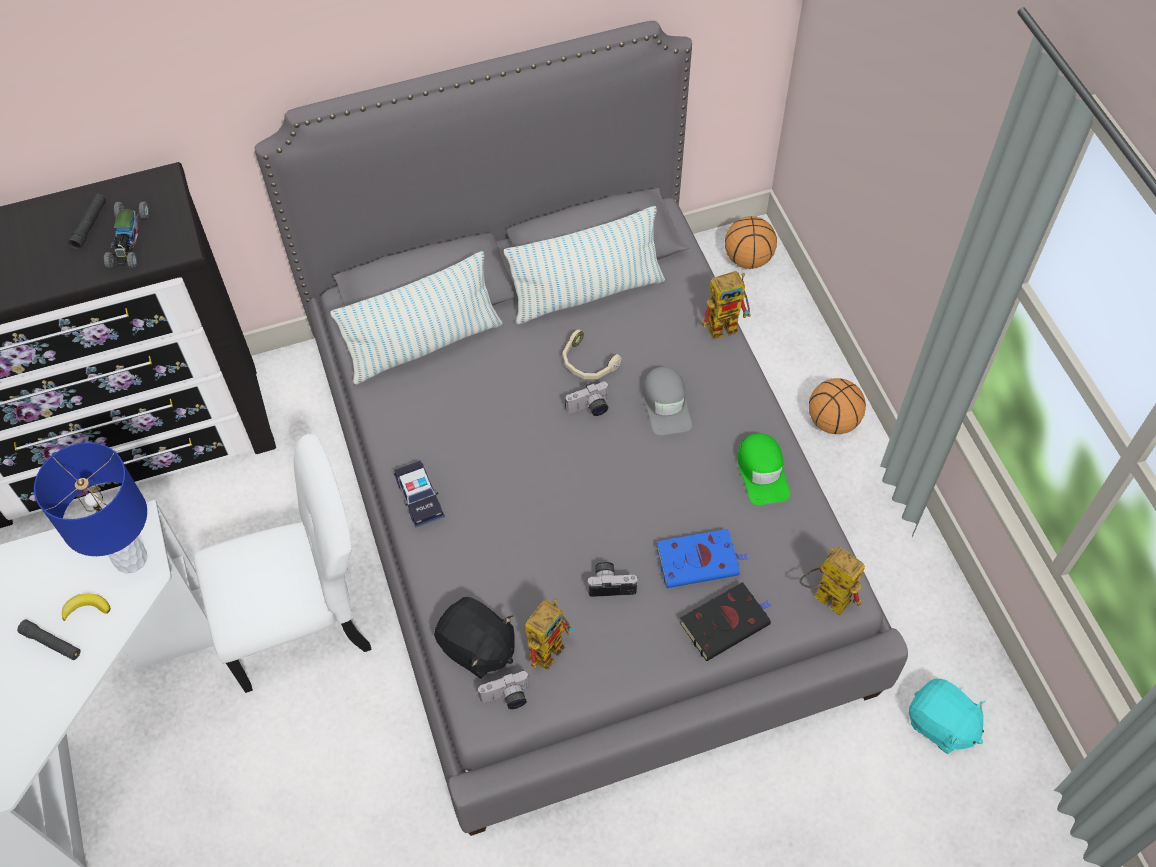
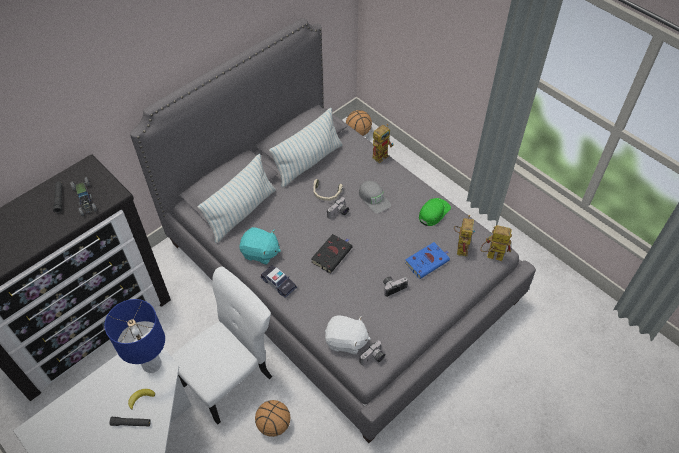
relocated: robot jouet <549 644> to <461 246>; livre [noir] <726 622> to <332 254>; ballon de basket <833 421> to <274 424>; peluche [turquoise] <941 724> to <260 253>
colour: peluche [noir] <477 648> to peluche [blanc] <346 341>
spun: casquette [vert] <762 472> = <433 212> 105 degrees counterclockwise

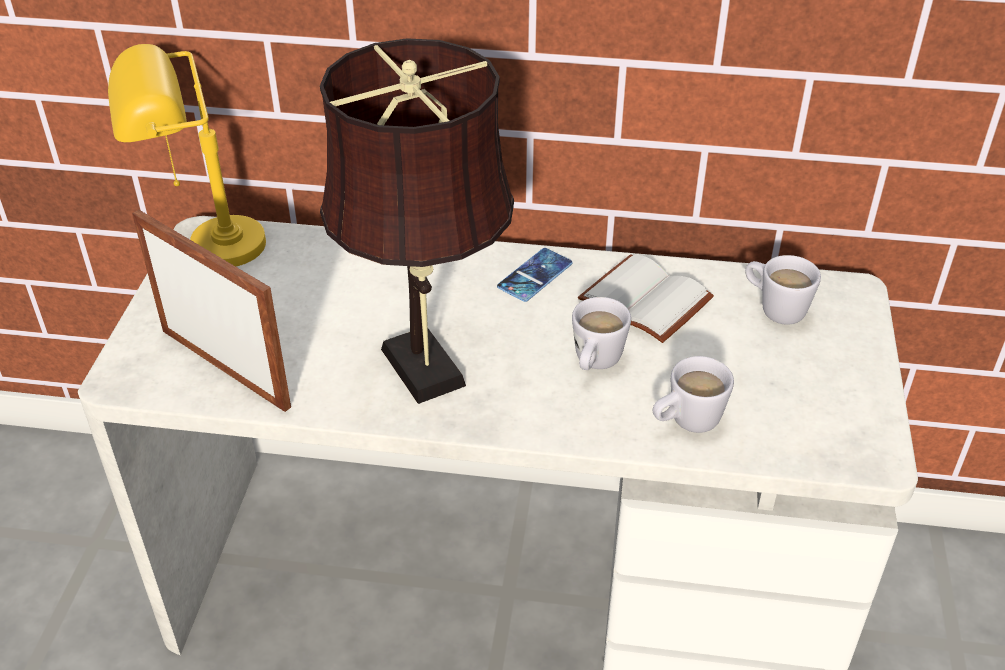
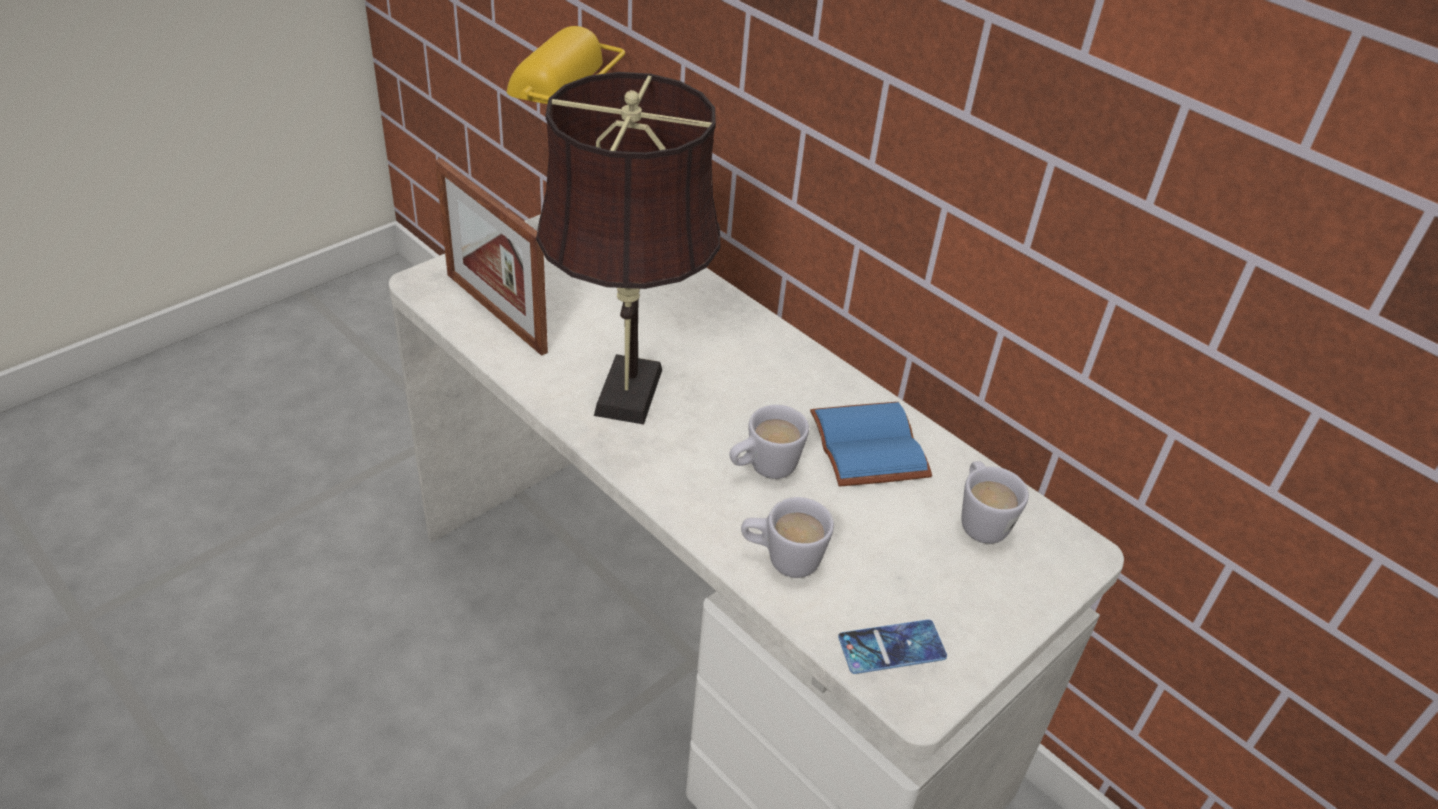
relocated: téléphone <535 275> to <891 647>
colour: livre [blanc] <648 299> to livre [bleu] <872 447>
spun: cadre photo <224 368> = <495 312> 150 degrees clockwise

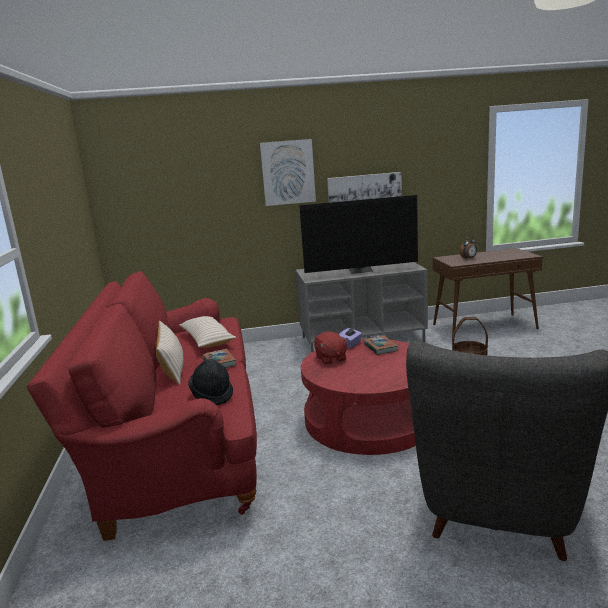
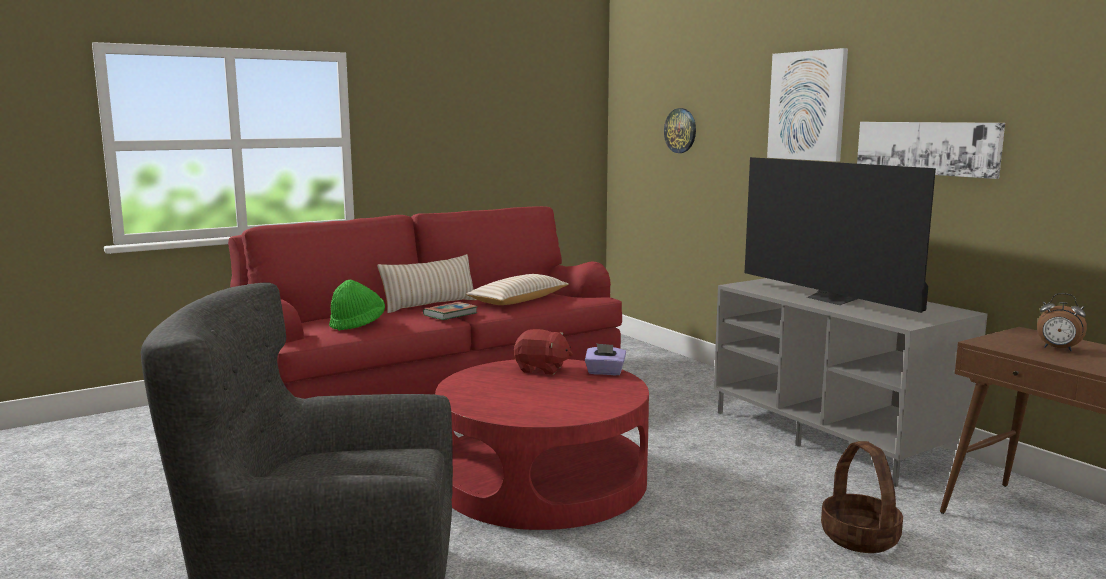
missing: livre <380 347>
appeared: horloge murale <680 130>
colour: chapeau [noir] <212 395> to chapeau [vert] <357 324>
spun: peluche [rouge] <330 359> = <542 369> 120 degrees counterclockwise

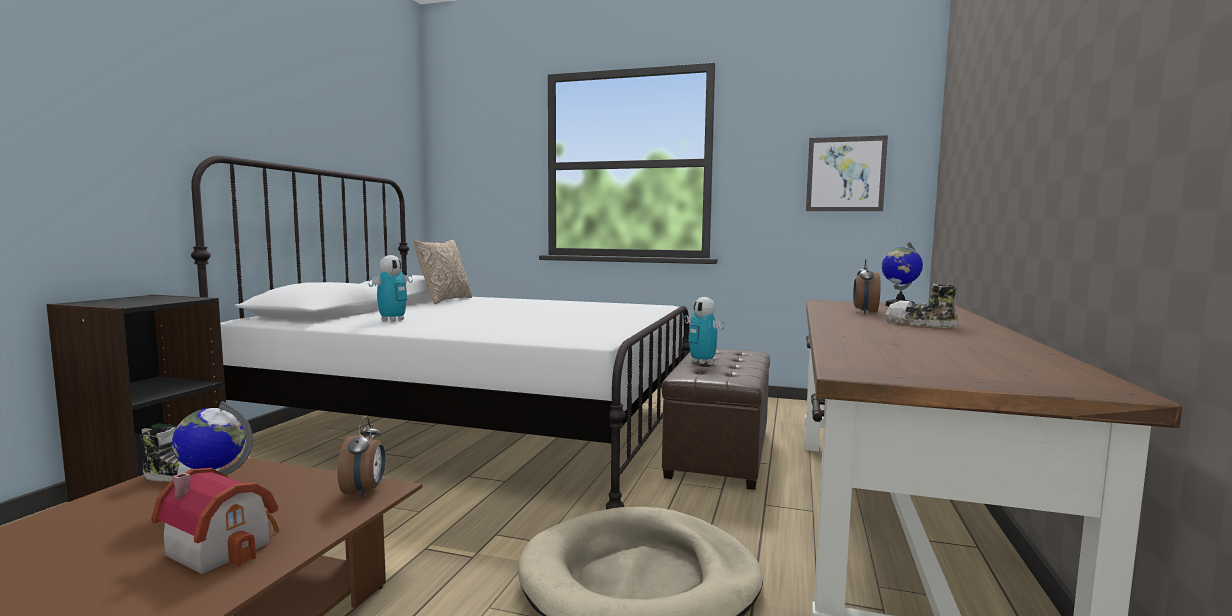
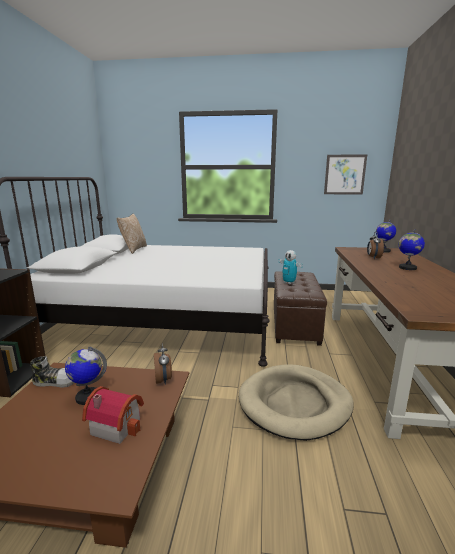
missing: robot jouet <392 320>
exchanged: chaussure <920 324> to globe <407 268>

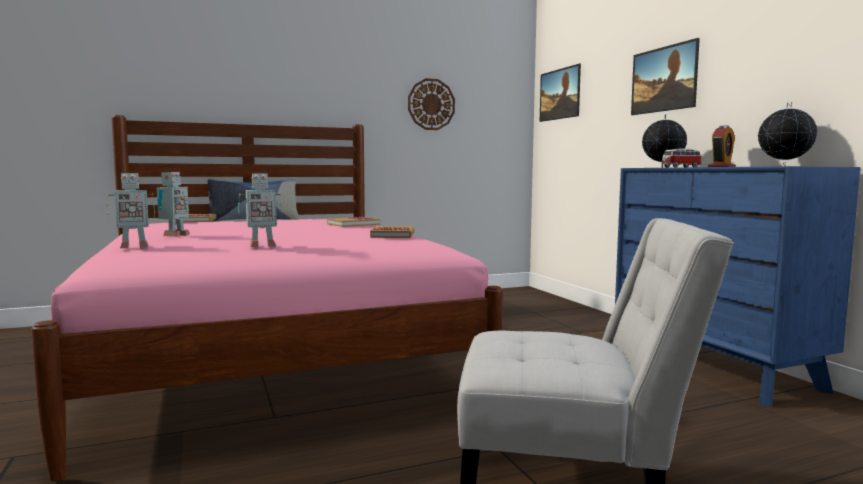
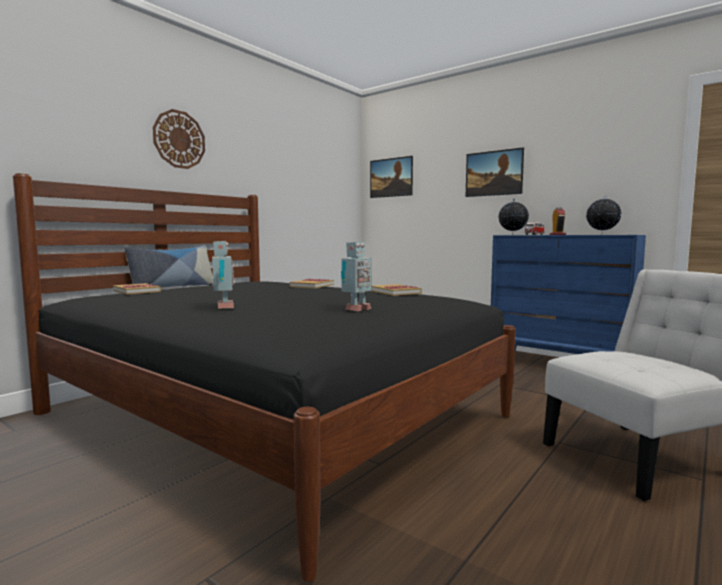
missing: robot jouet <133 247>
relocated: horloge murale <431 104> to <179 139>
colour: lit [rose] <270 355> to lit [noir] <270 415>

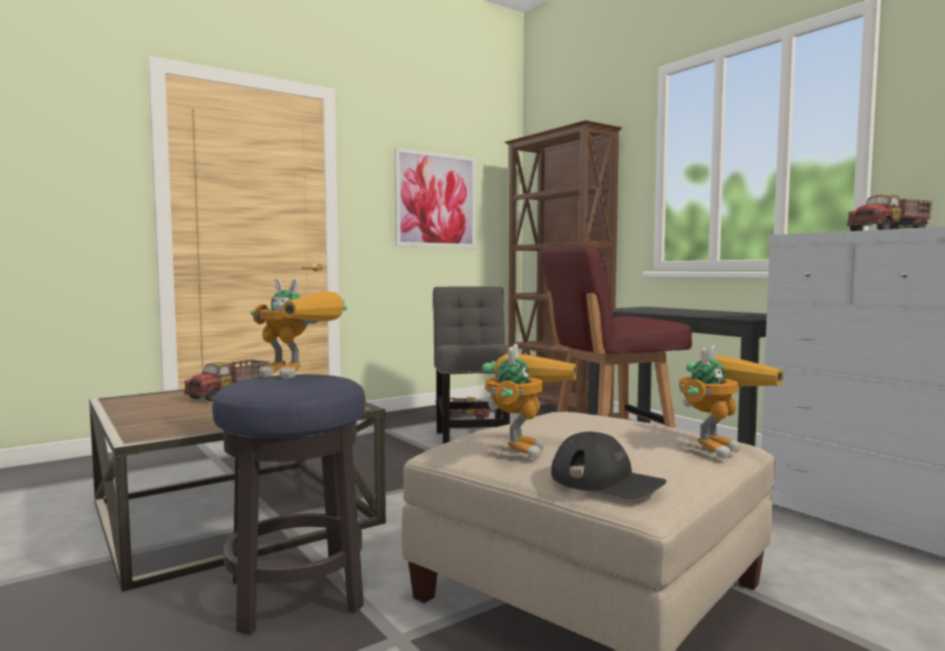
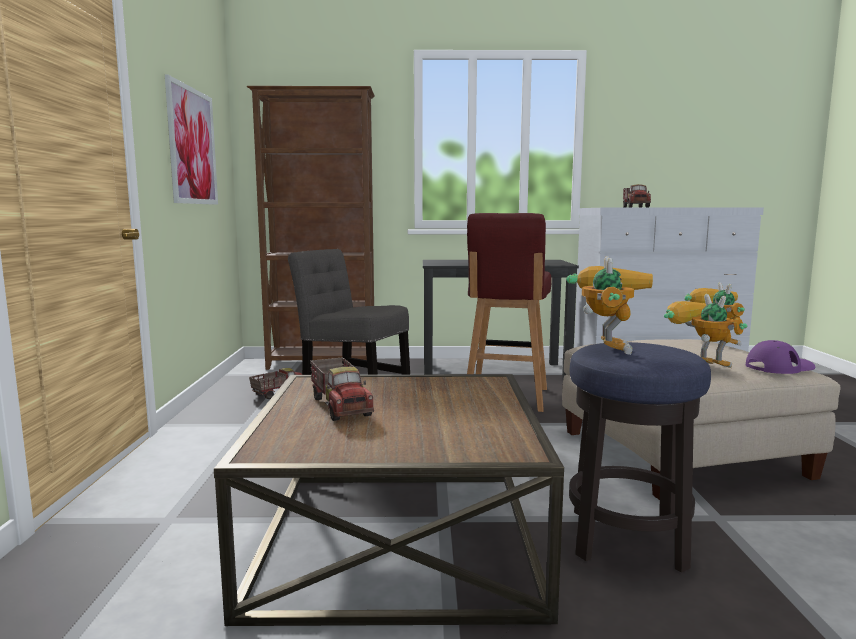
colour: casquette [noir] <606 481> to casquette [violet] <779 367>
spun: robot jouet <300 375> = <606 346> 45 degrees counterclockwise

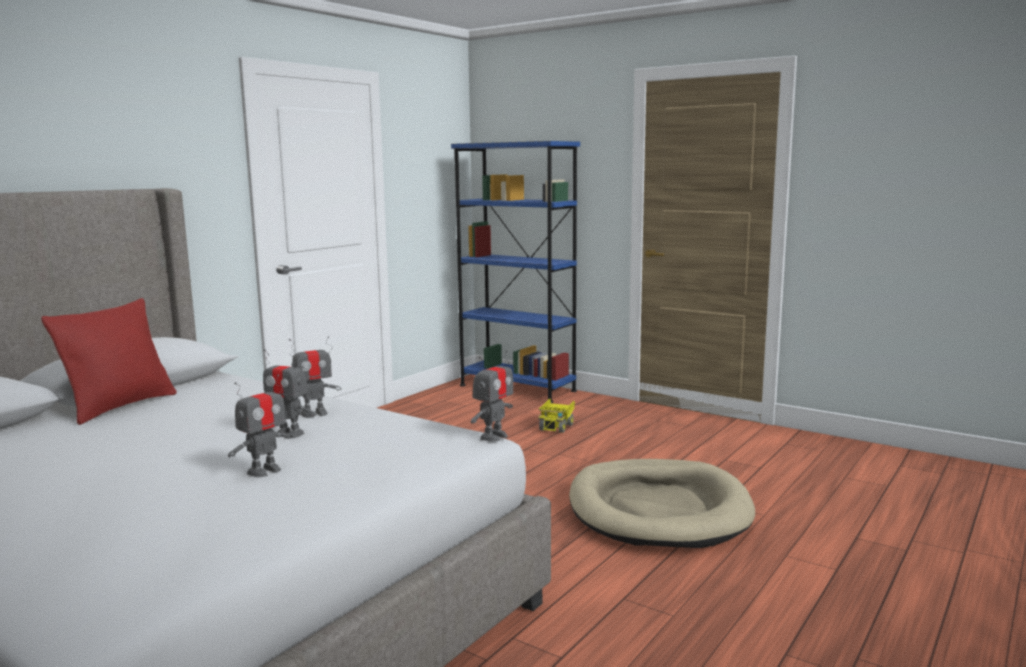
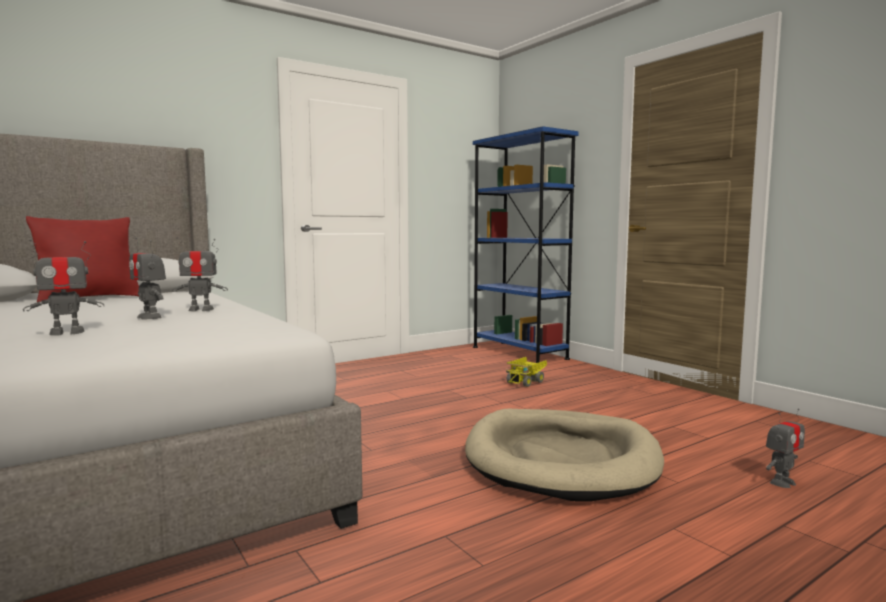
relocated: robot jouet <493 436> to <782 482>

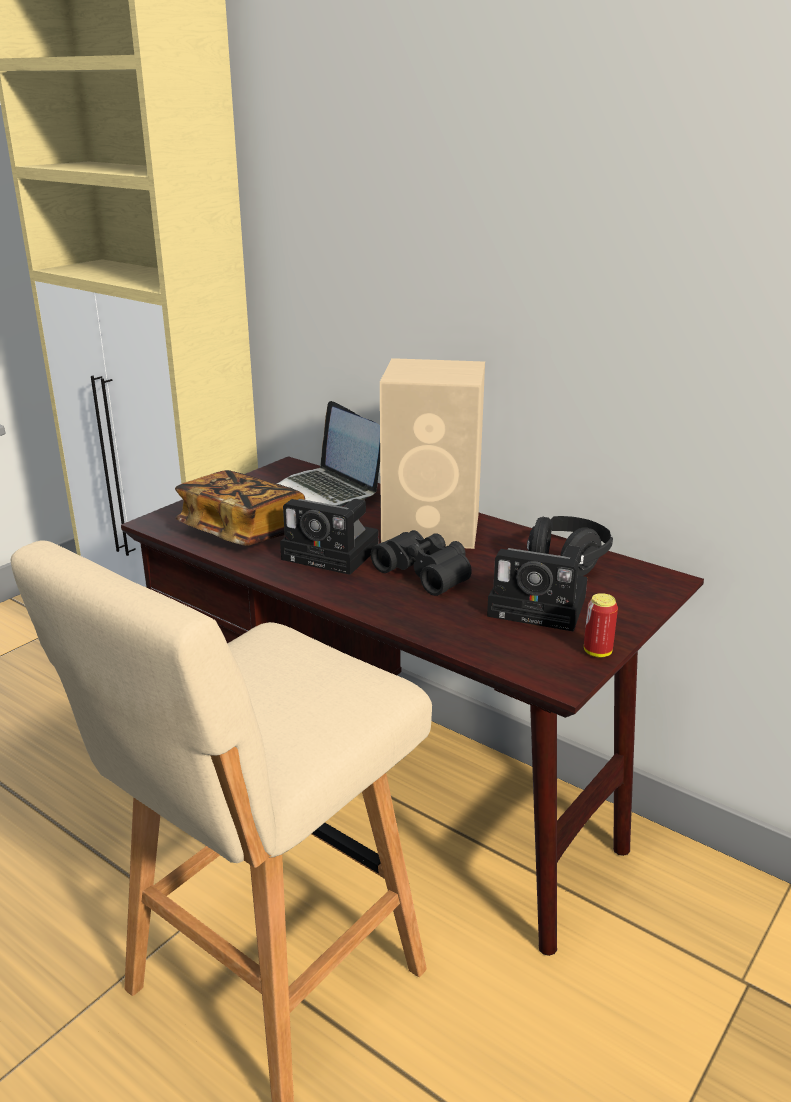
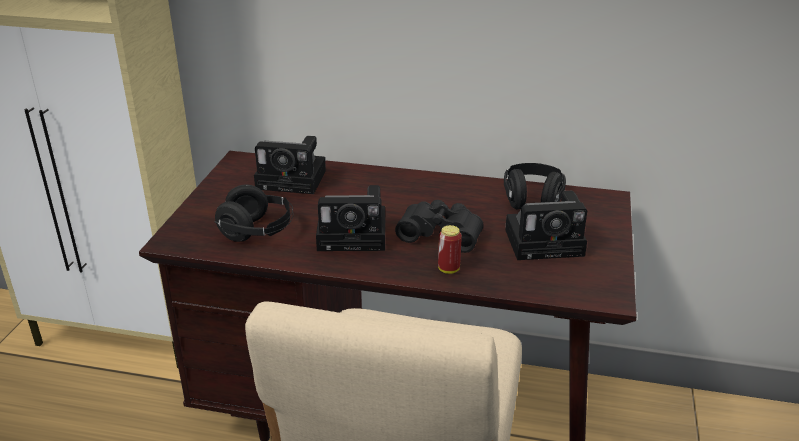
missing: enceinte [beige] <434 528>
relocated: boîte métallique <597 652> to <448 269>
exchanged: livre <242 531> to casque audio [noir] <257 232>; ordinateur portable <324 493> to appareil photo <294 180>

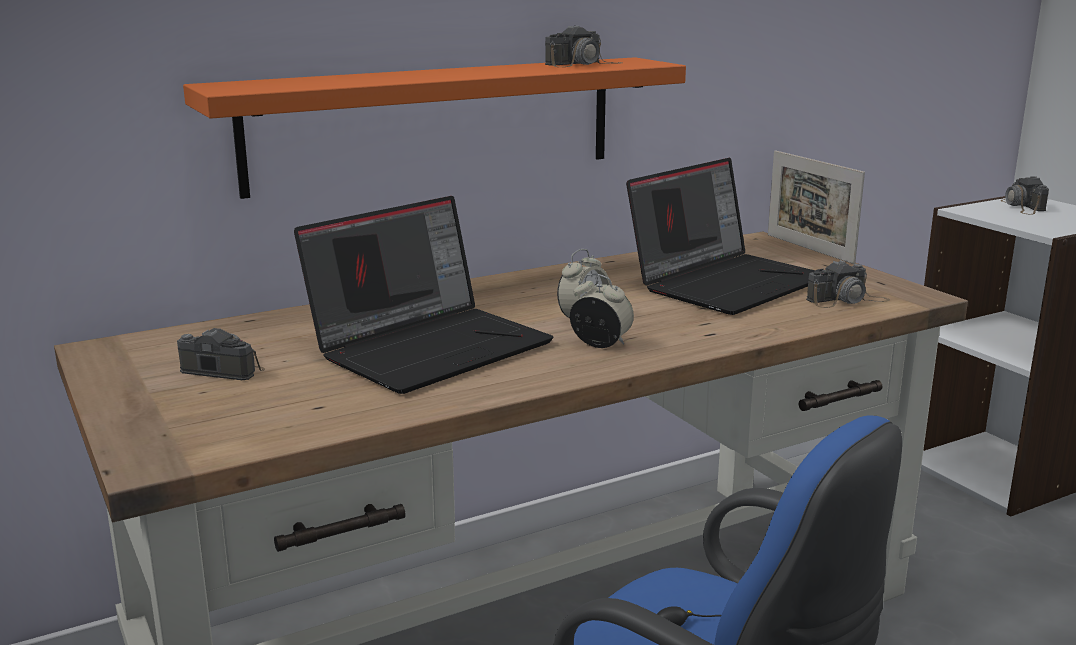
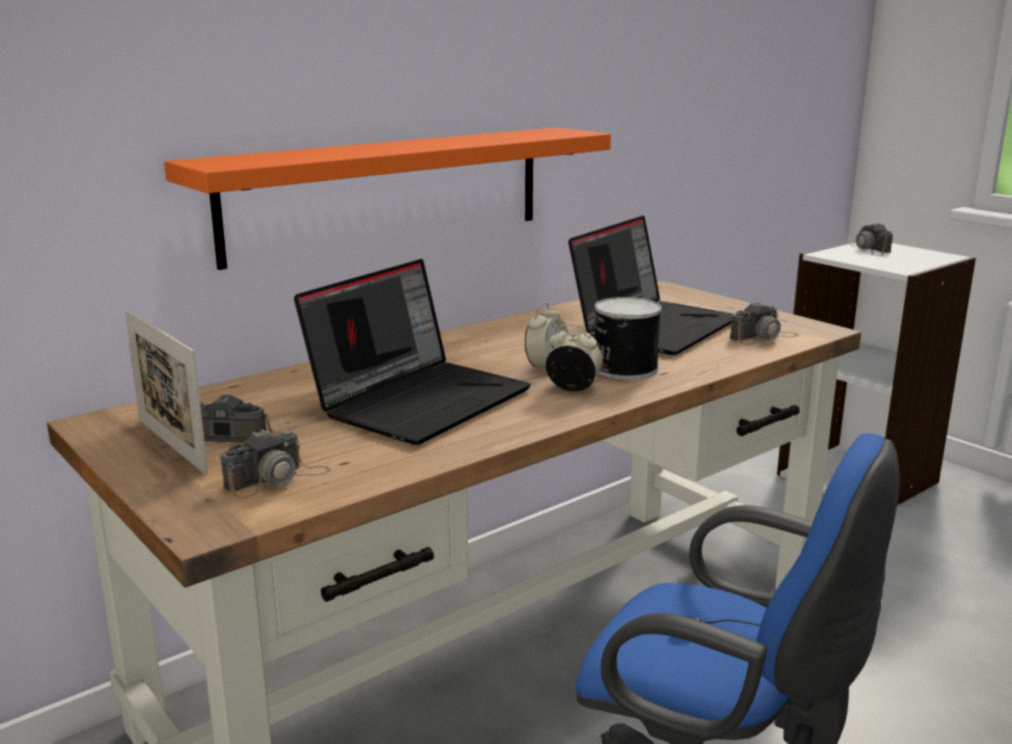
appeared: boîte métallique <623 368>
relocated: appareil photo <584 64> to <277 479>; cadre photo <809 248> to <171 445>

